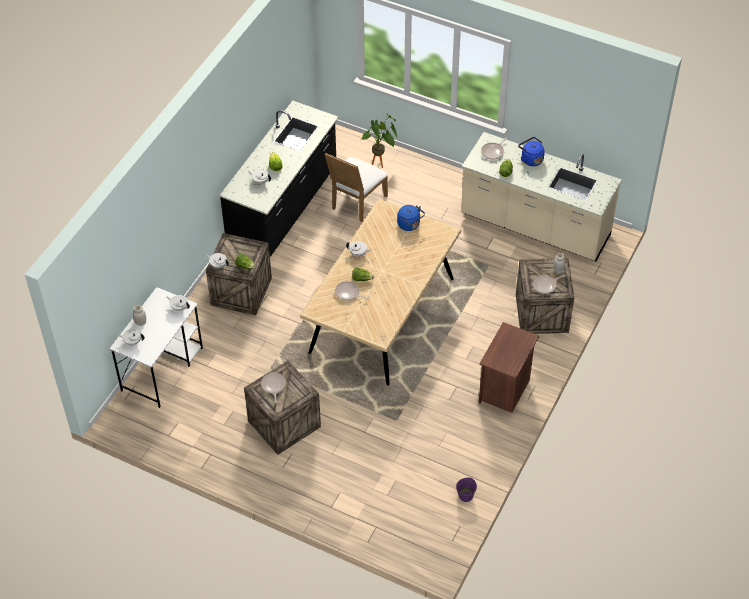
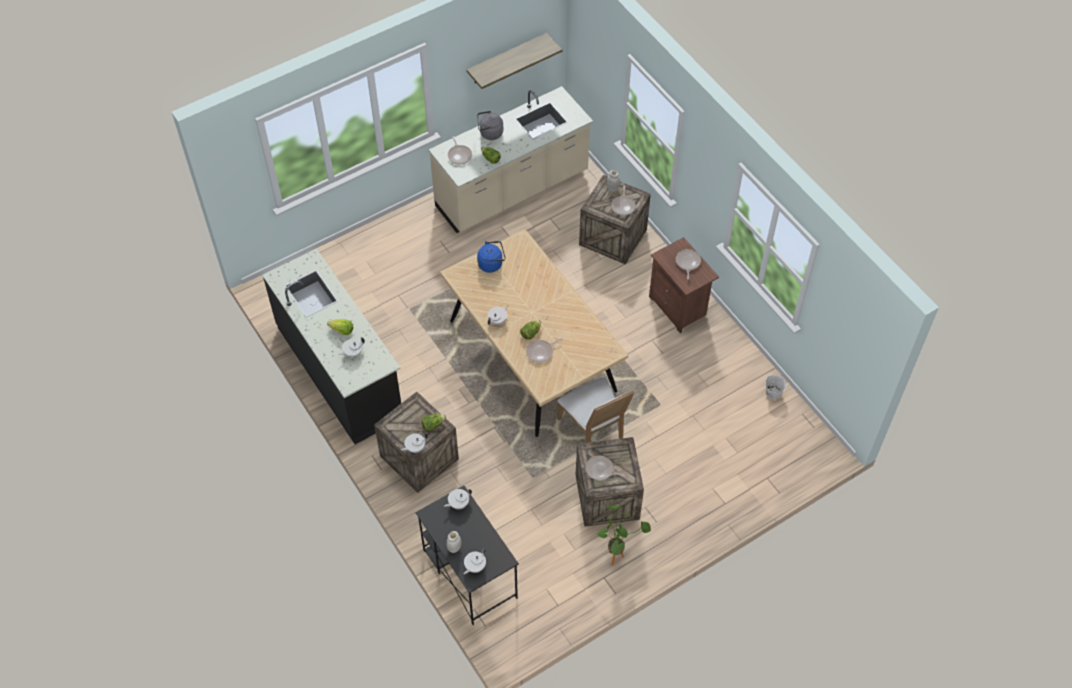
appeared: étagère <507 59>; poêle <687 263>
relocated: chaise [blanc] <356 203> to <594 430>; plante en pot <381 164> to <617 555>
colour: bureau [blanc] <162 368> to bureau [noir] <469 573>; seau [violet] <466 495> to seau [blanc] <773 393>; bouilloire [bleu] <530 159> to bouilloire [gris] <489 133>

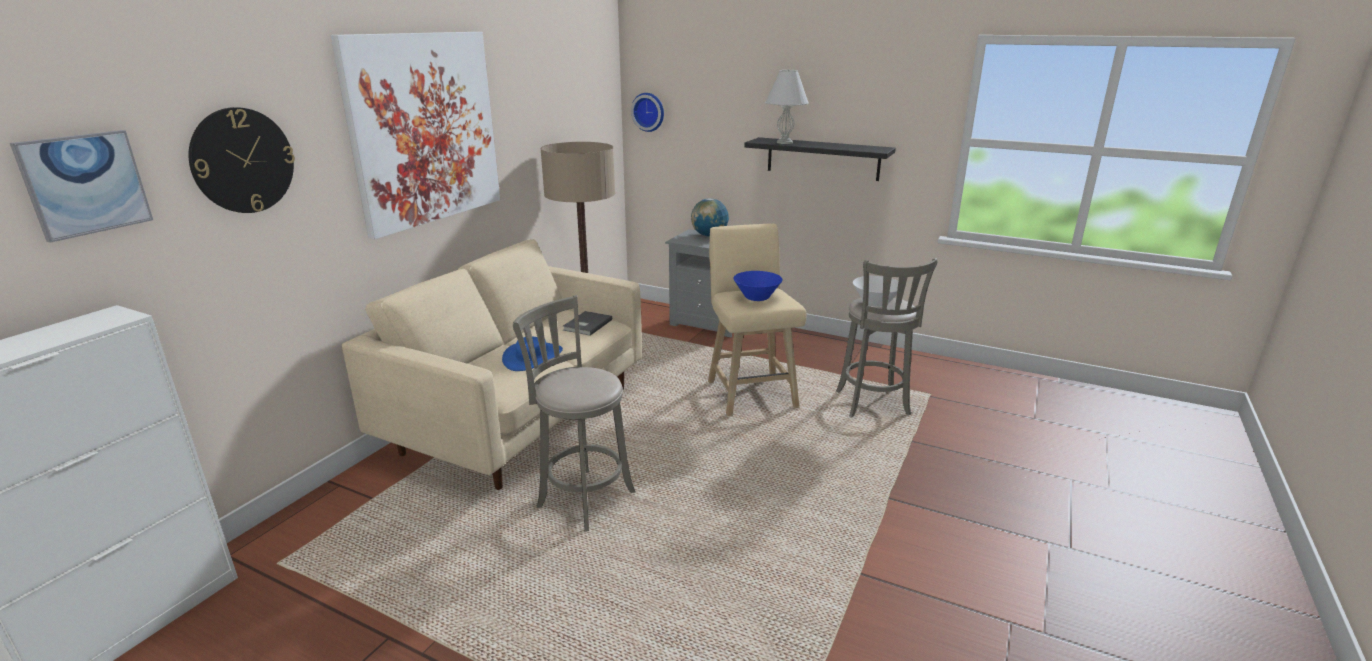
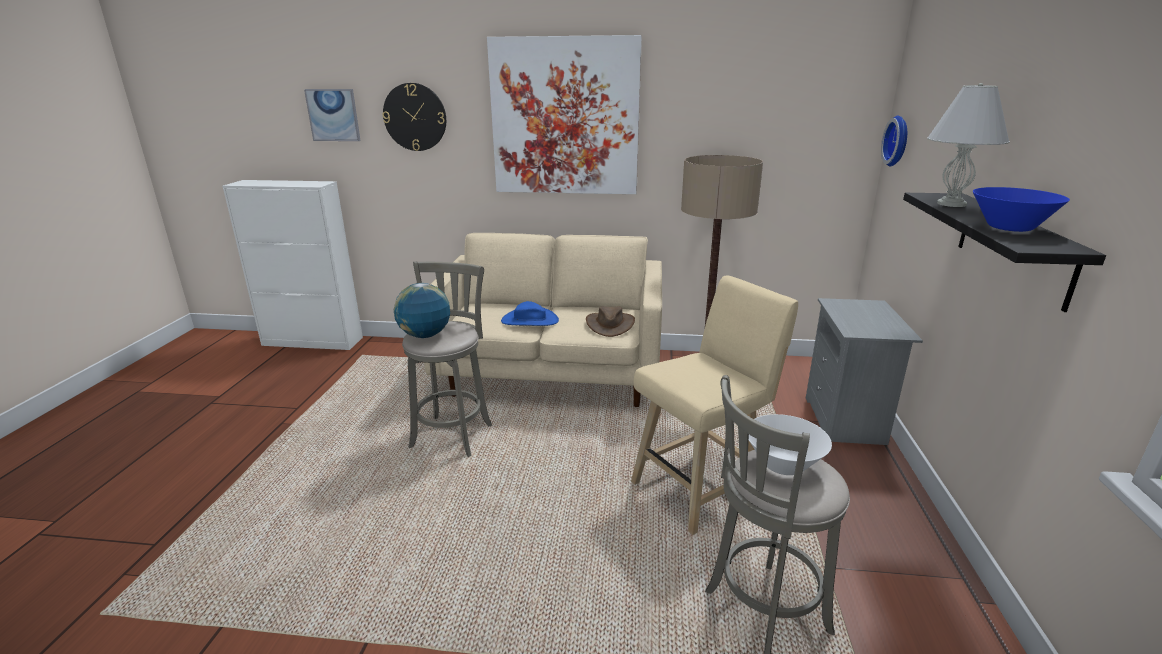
relocated: globe <709 235> to <425 335>; bol [bleu] <757 297> to <1010 228>
exchanged: livre [gris] <586 325> to chapeau [marron] <610 324>

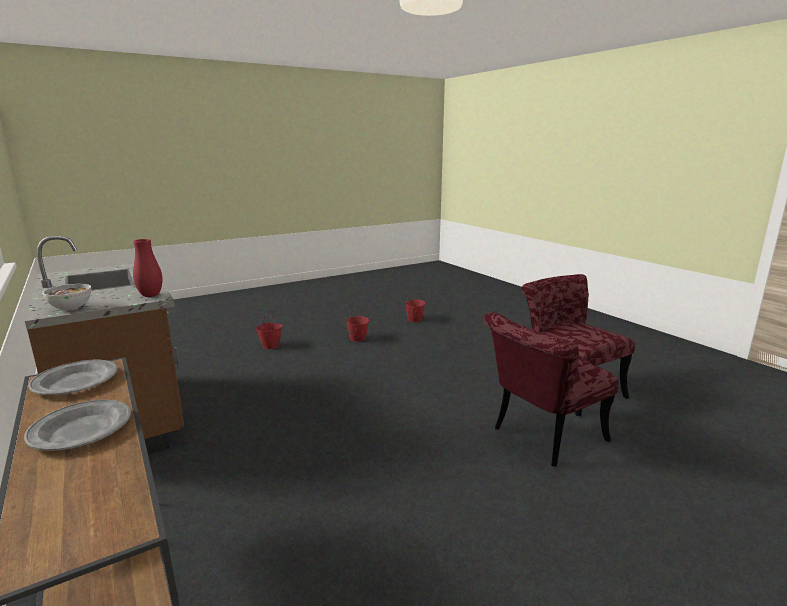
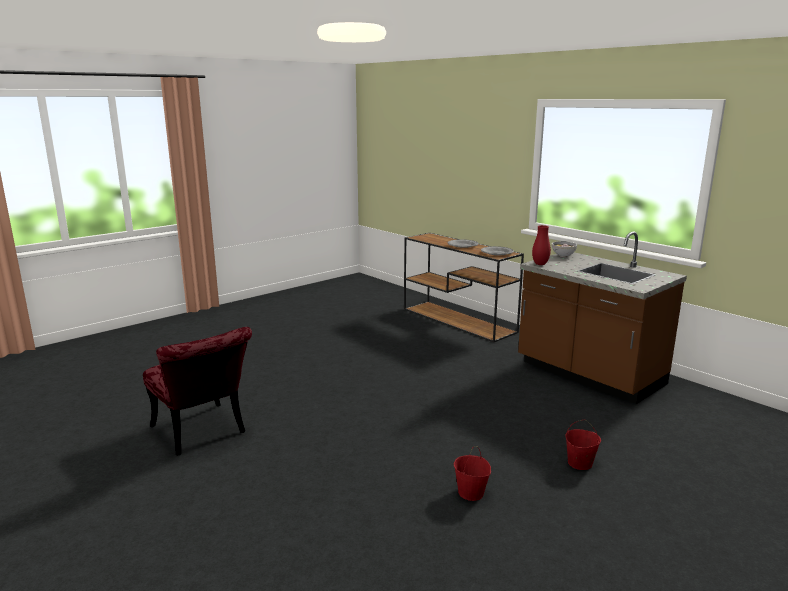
missing: seau [rouge] <414 319>; chaise [rouge] <541 438>

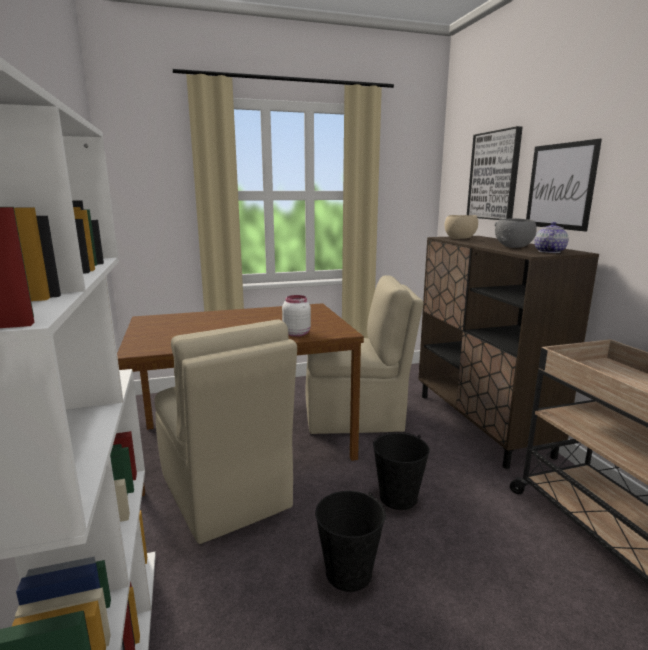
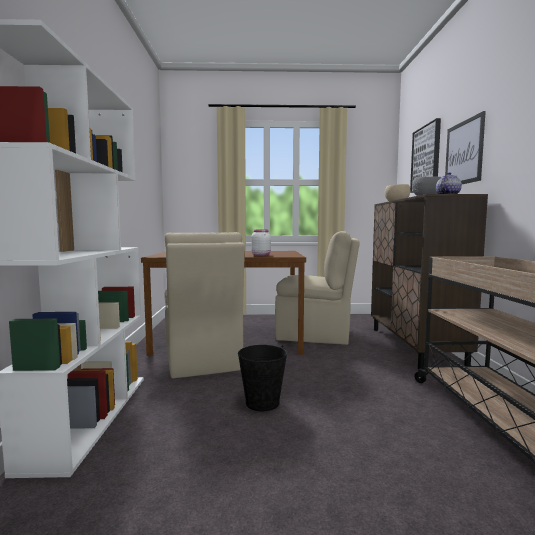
missing: seau [noir] <398 497>

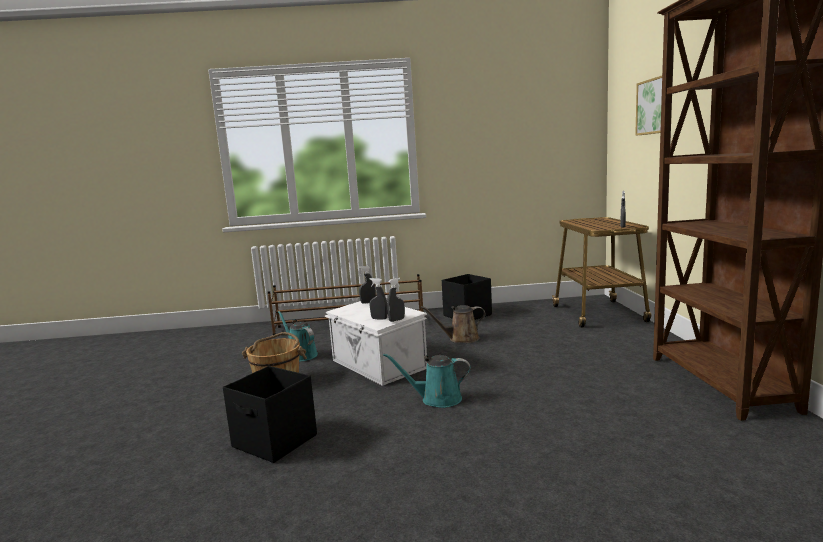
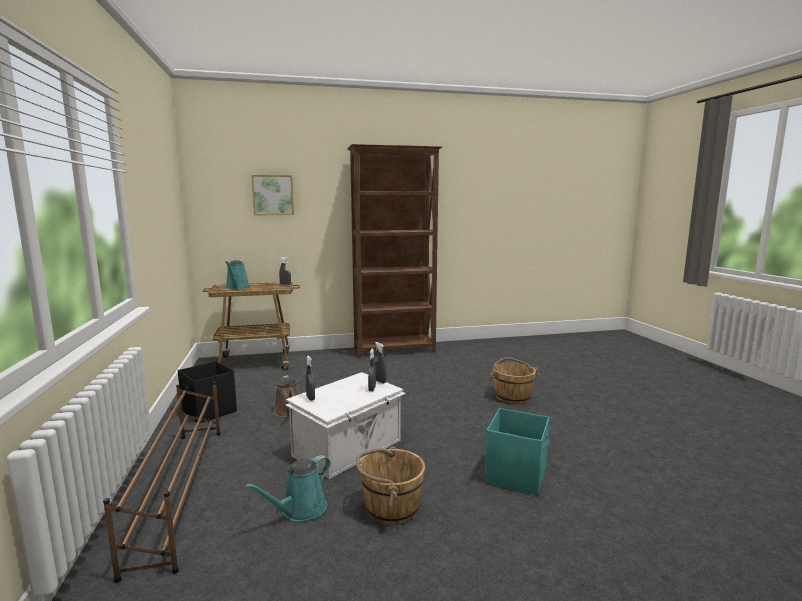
appeared: seau [marron] <512 396>
relocated: arrosoir [turquoise] <437 399> to <237 287>
colour: boîte de rangement [noir] <275 442> to boîte de rangement [turquoise] <516 474>

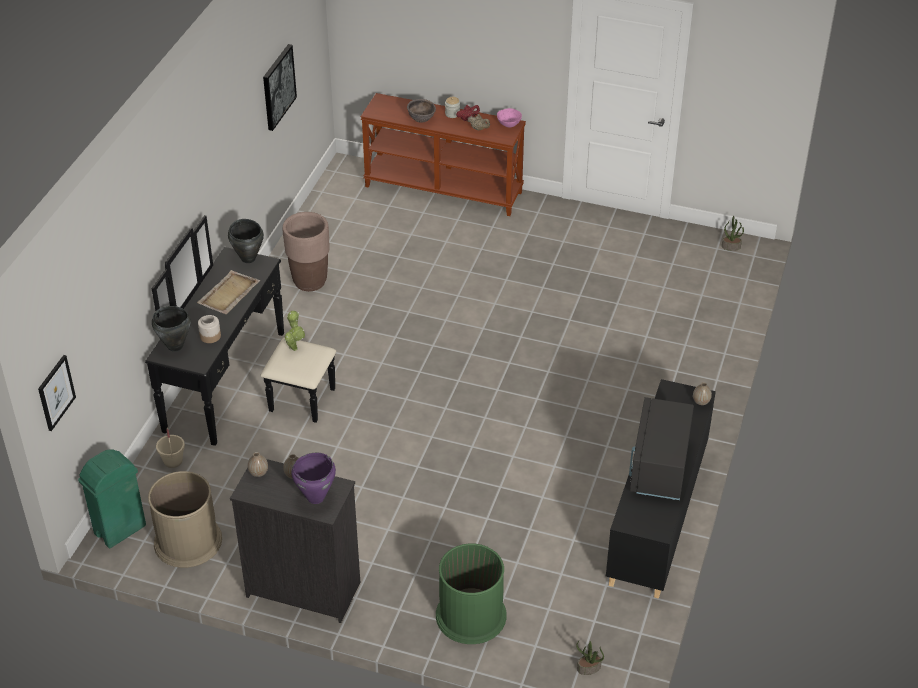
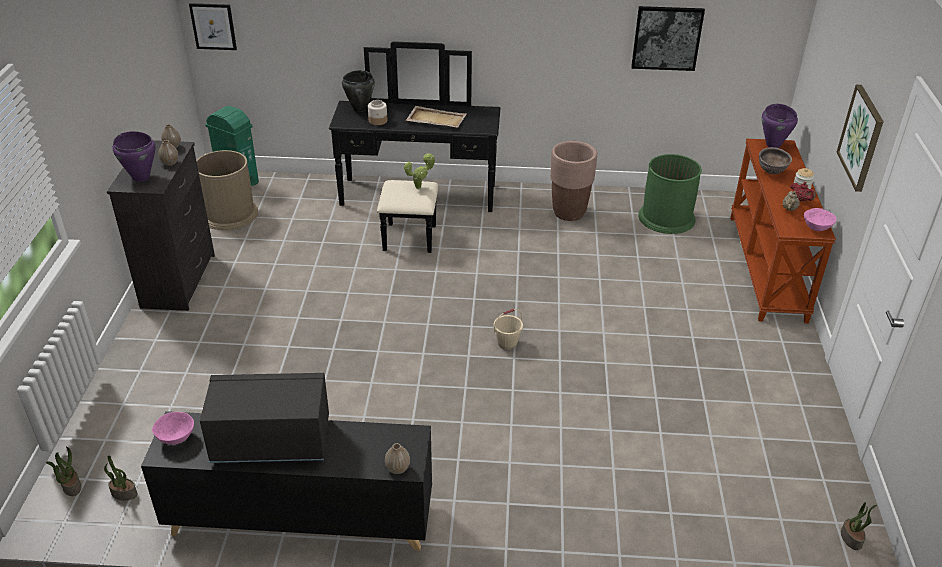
missing: marmite [noir] <248 258>
appeared: plante en pot <123 493>; bol [rose] <177 438>; marmite [violet] <773 145>; tableau <861 137>
relocated: seau [beige] <172 461> to <507 343>; poubelle [vert] <471 615> to <666 218>

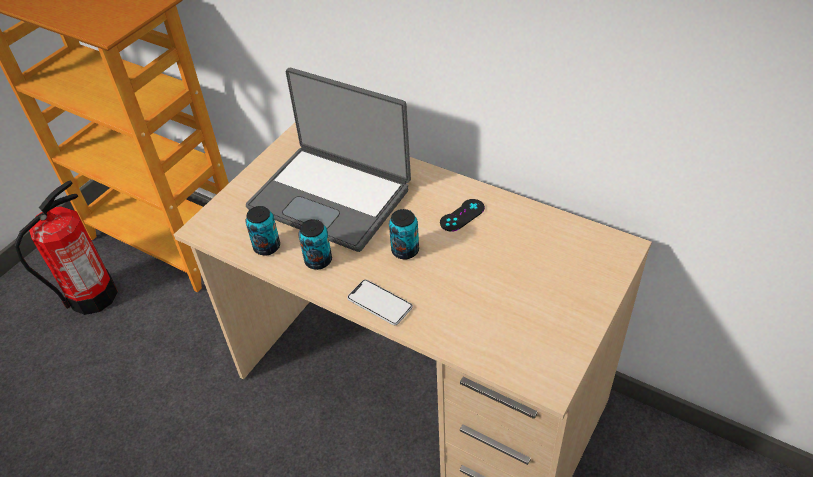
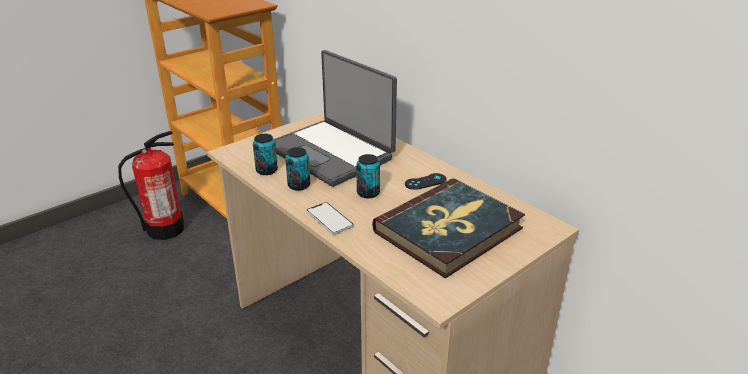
appeared: livre <449 230>

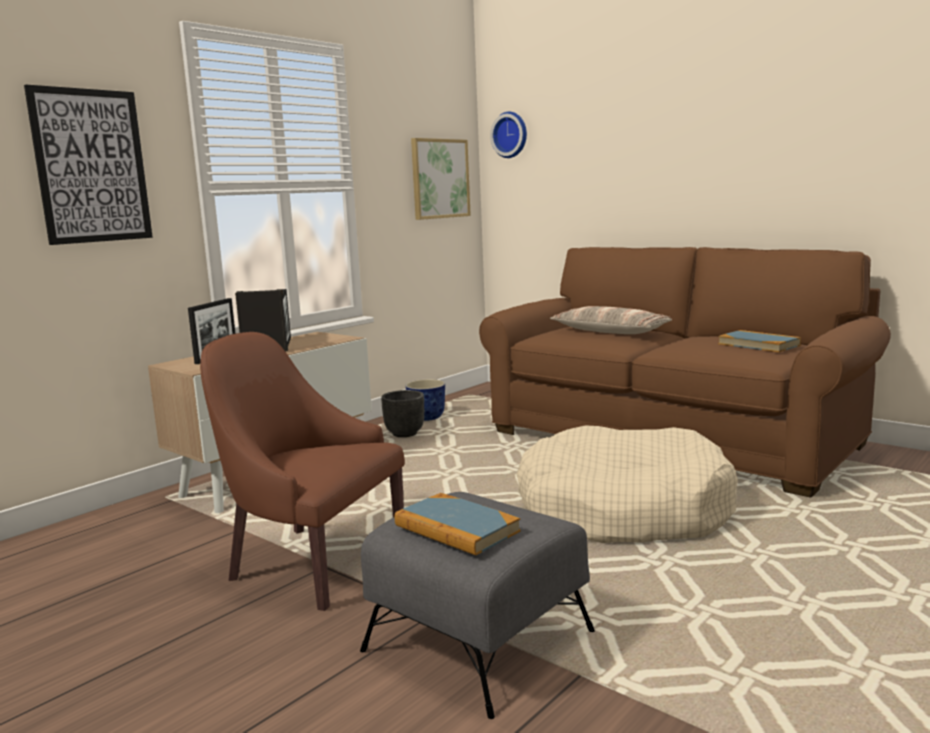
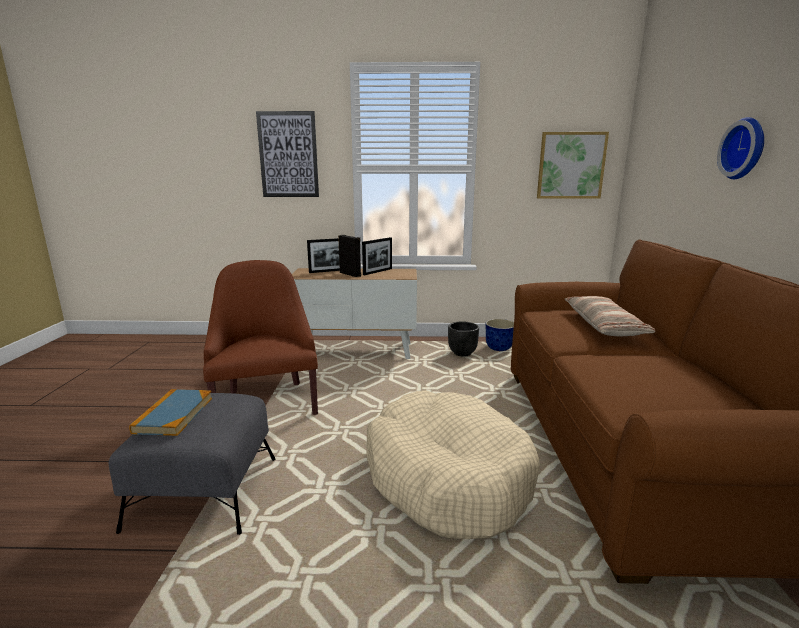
missing: livre <758 344>
relocated: horloge murale <511 135> to <745 148>

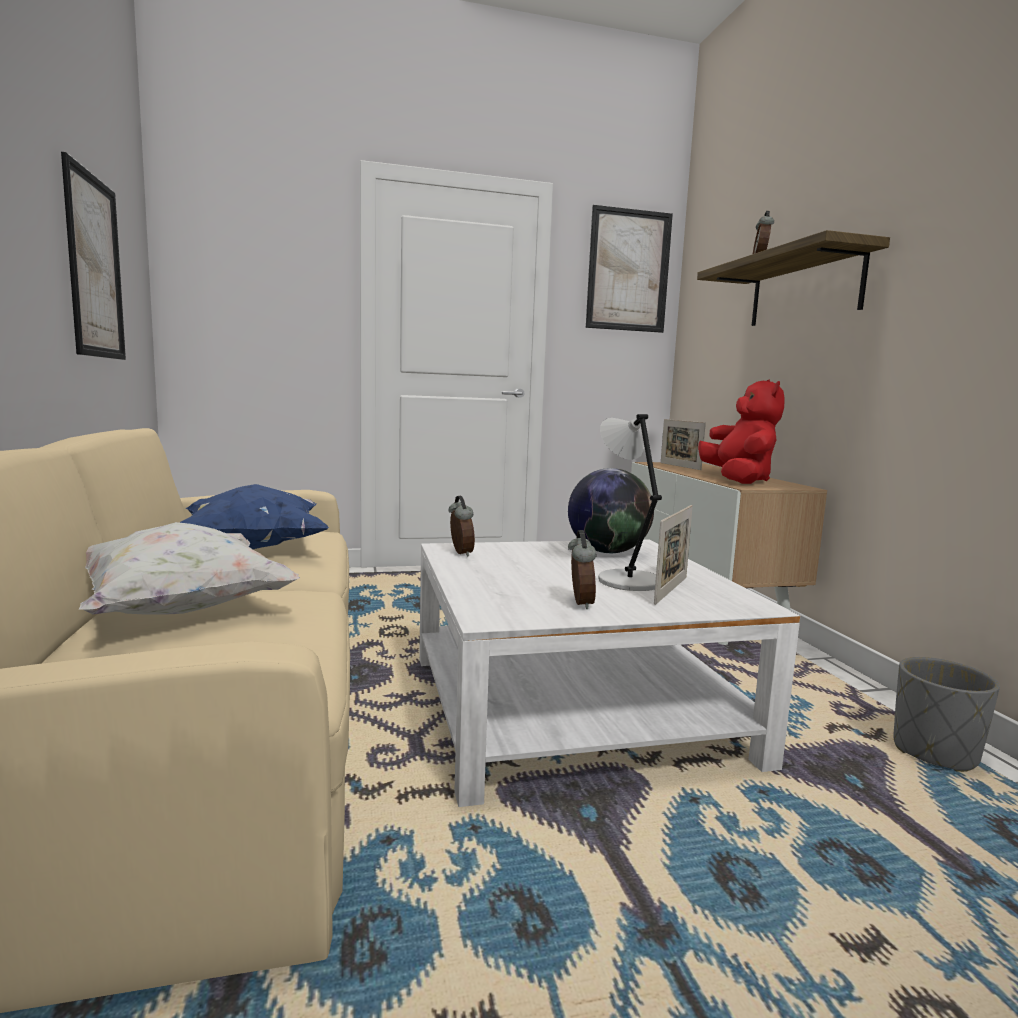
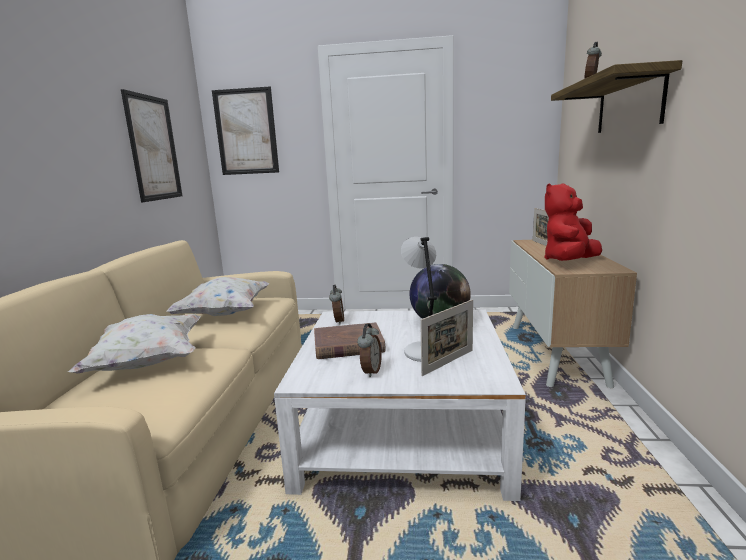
missing: cache-pot [gris] <935 752>
appeared: livre [marron] <348 345>
relocated: tableau <628 271> to <246 132>
colour: coussin [bleu] <253 547> to coussin [blanc] <225 314>
spun: peluche [rouge] <738 480> = <569 262> 150 degrees counterclockwise

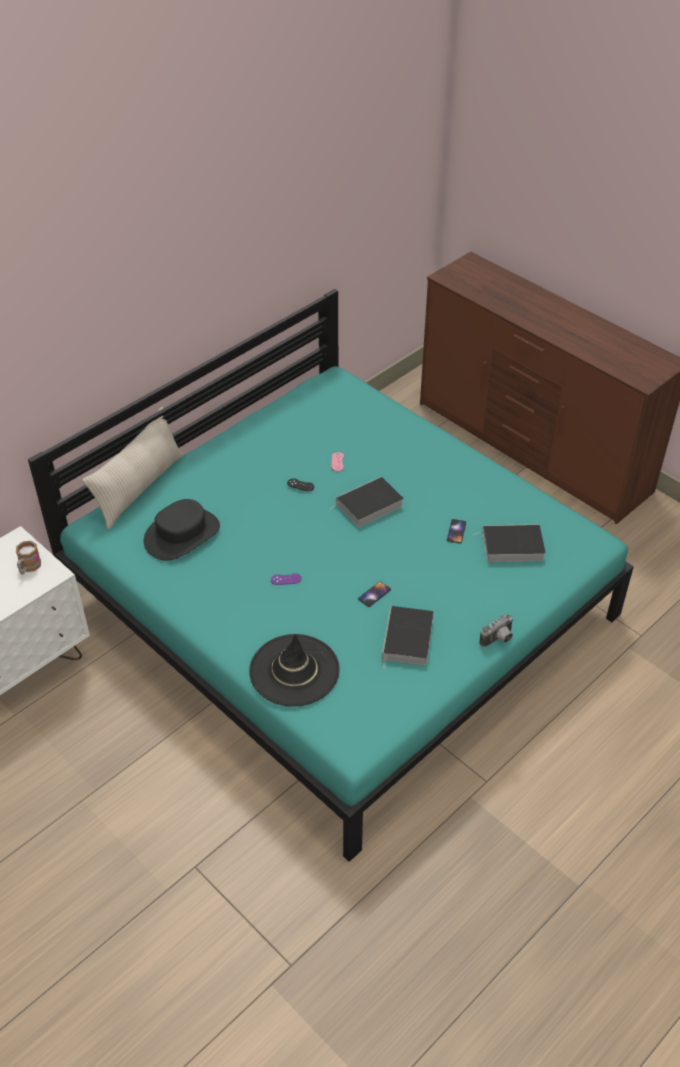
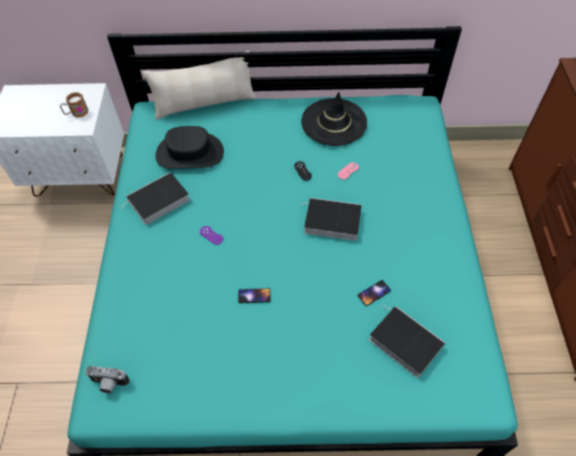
relocated: chapeau [noir] <294 670> to <334 122>; livre <408 640> to <157 202>; appareil photo <498 639> to <109 384>

